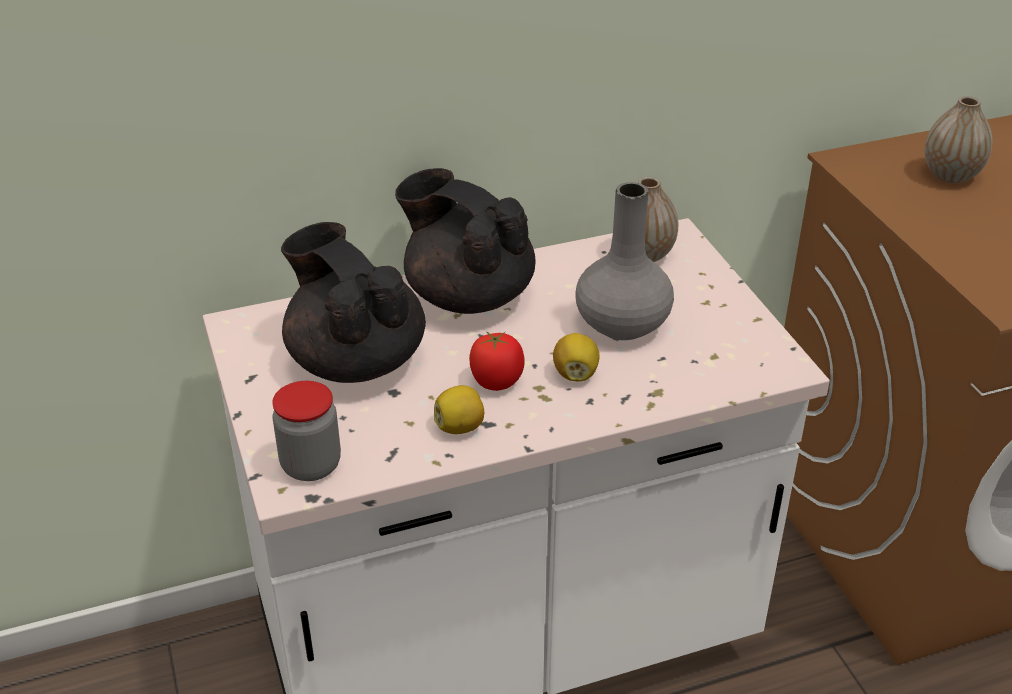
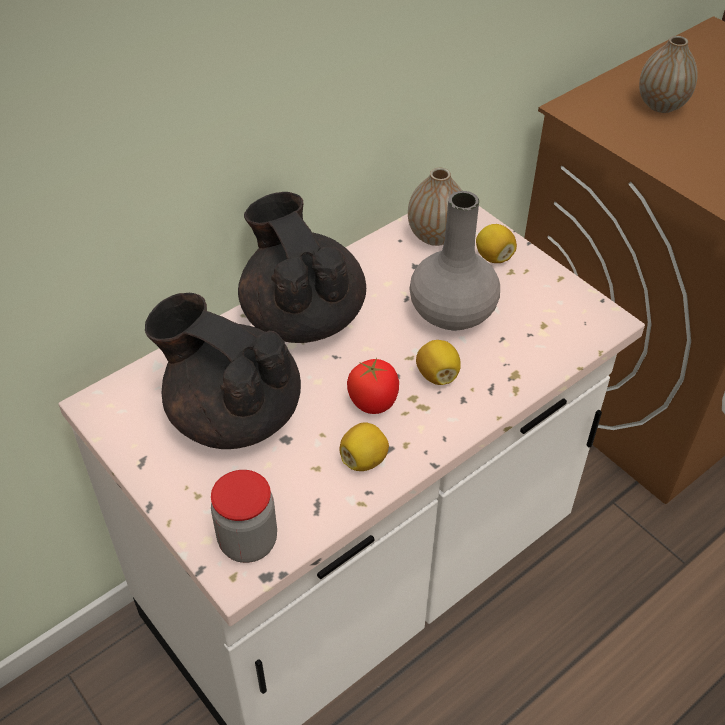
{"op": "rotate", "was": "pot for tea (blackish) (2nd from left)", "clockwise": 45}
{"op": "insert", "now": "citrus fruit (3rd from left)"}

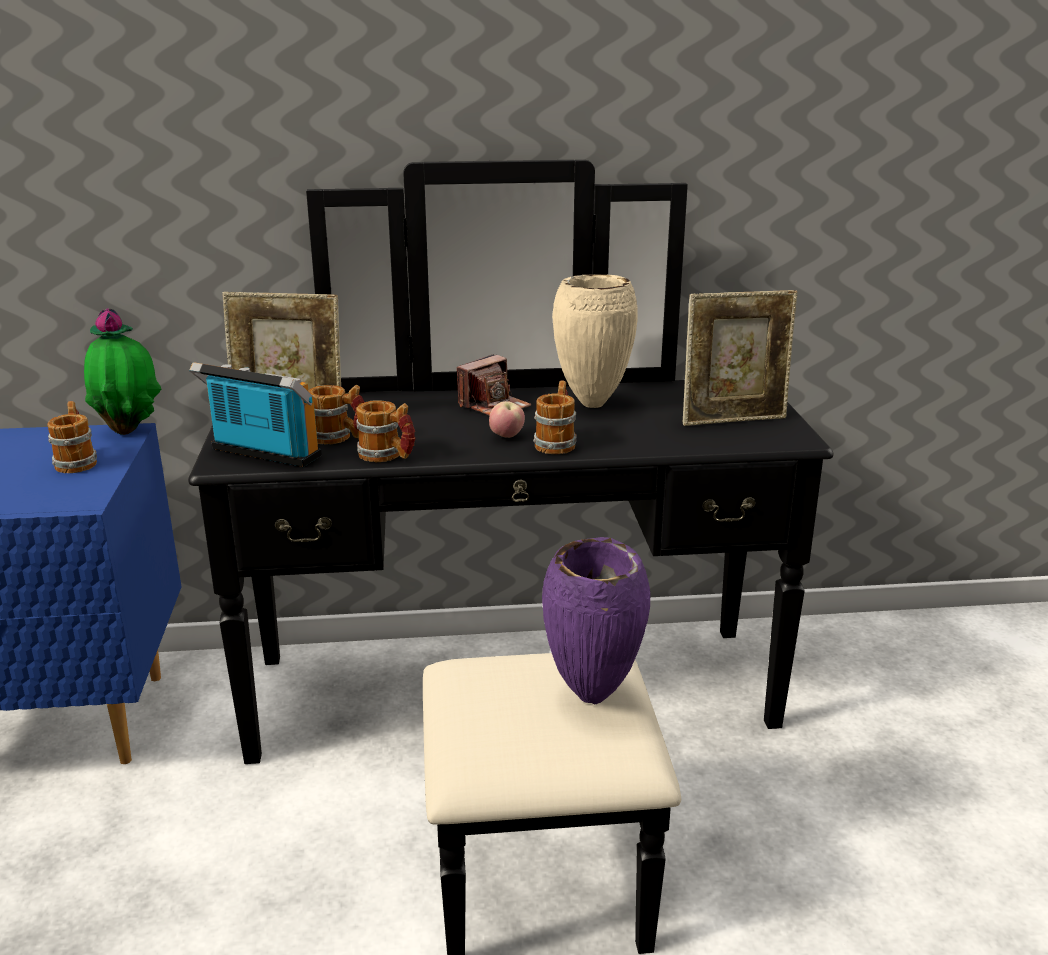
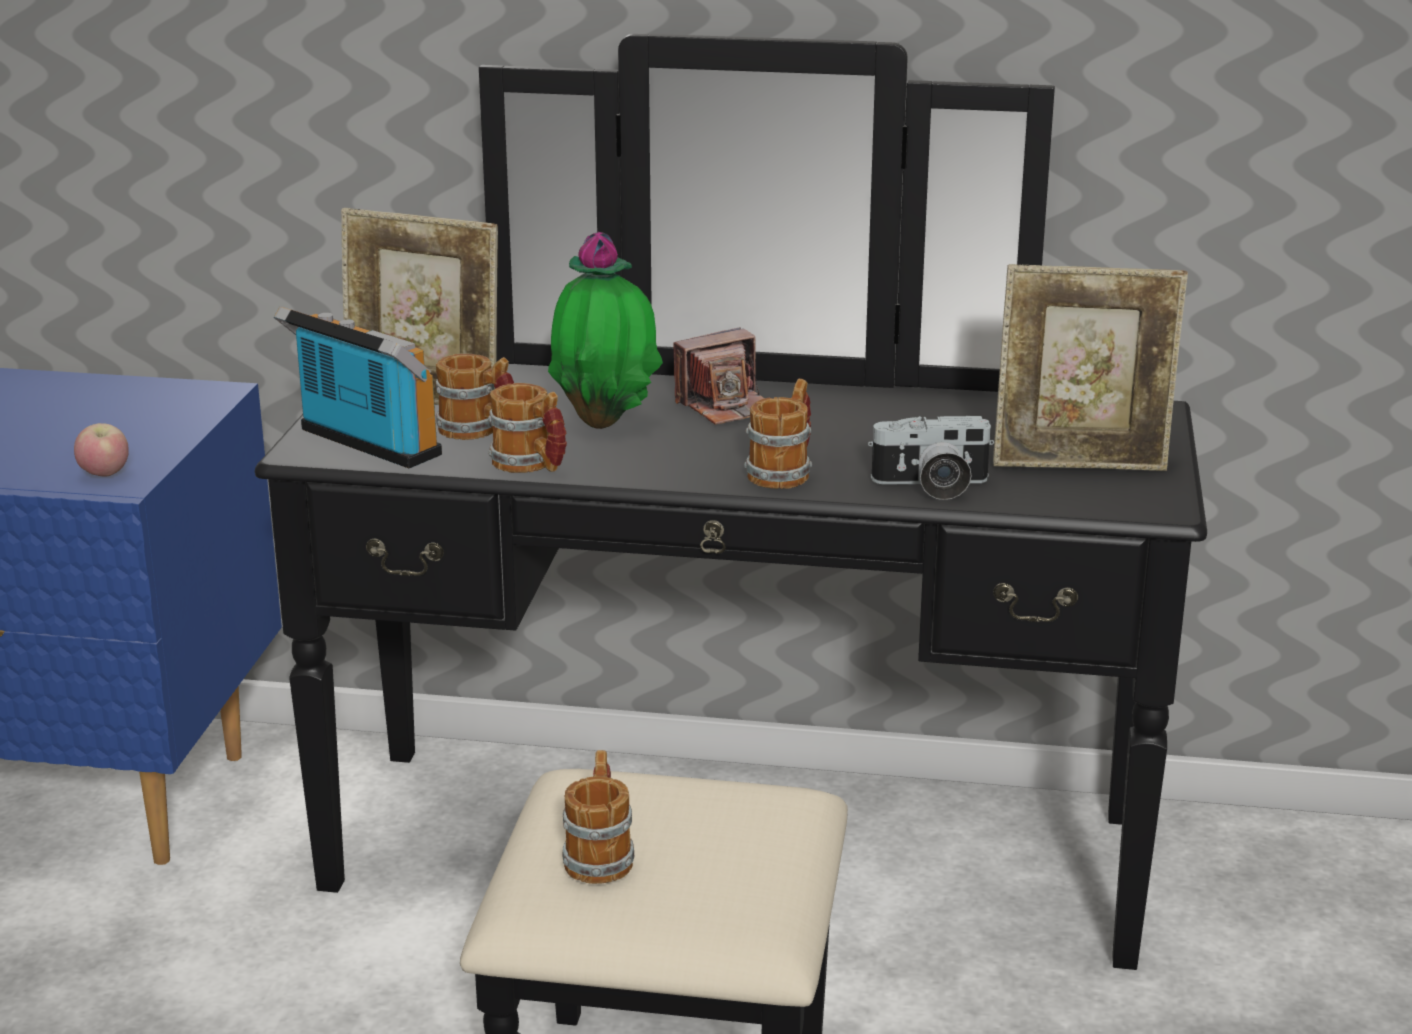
{"op": "move", "was": "coffee mug (1st from left in the first image)", "now": "coffee mug (3rd from left)"}
{"op": "move", "was": "plant in a pot"}
{"op": "move", "was": "whole apple"}
{"op": "delete", "was": "flower vase (purple-coloured)"}
{"op": "delete", "was": "flower vase (beige-coloured)"}
{"op": "insert", "now": "photo camera (2nd from left)"}

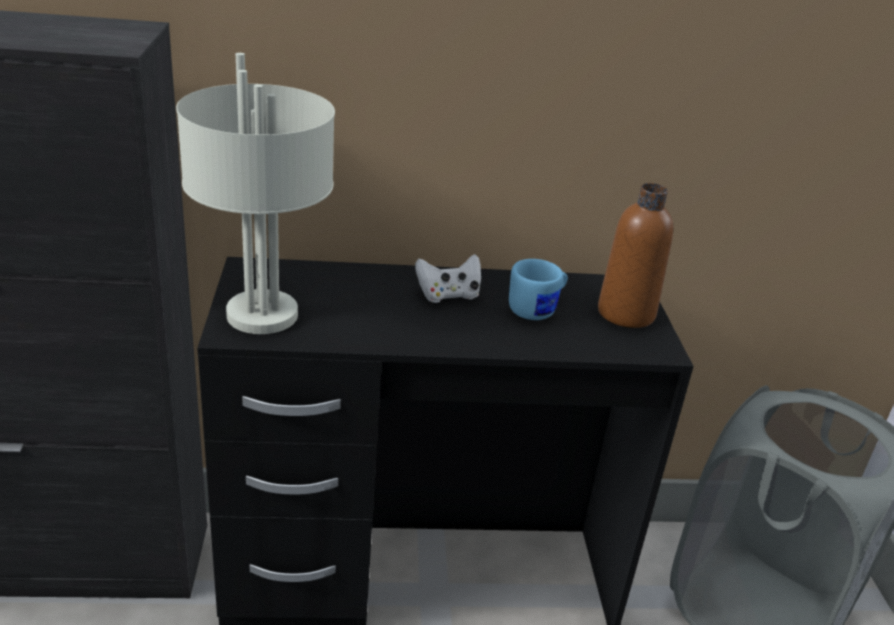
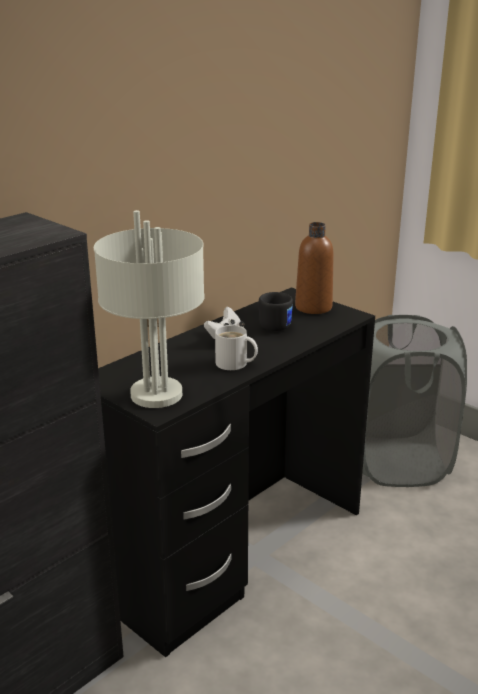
{"op": "recolor", "was": "coffee mug (blue-coloured)", "now": "coffee mug (blackish)"}
{"op": "insert", "now": "coffee mug (white-coloured)"}

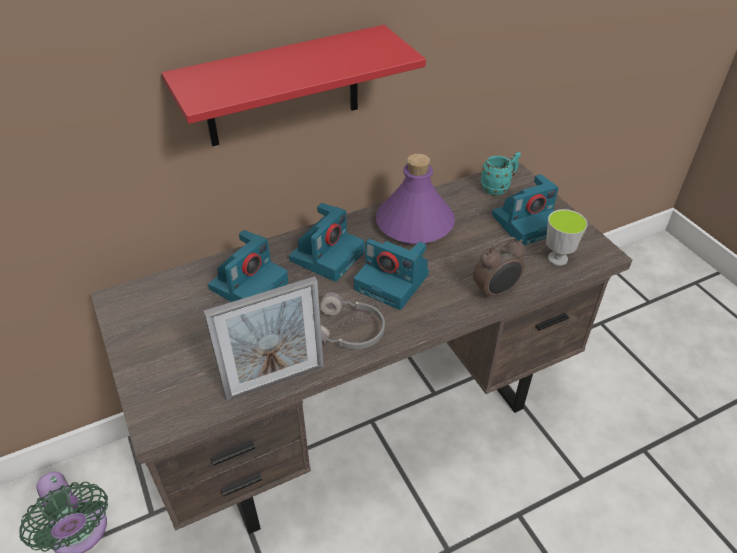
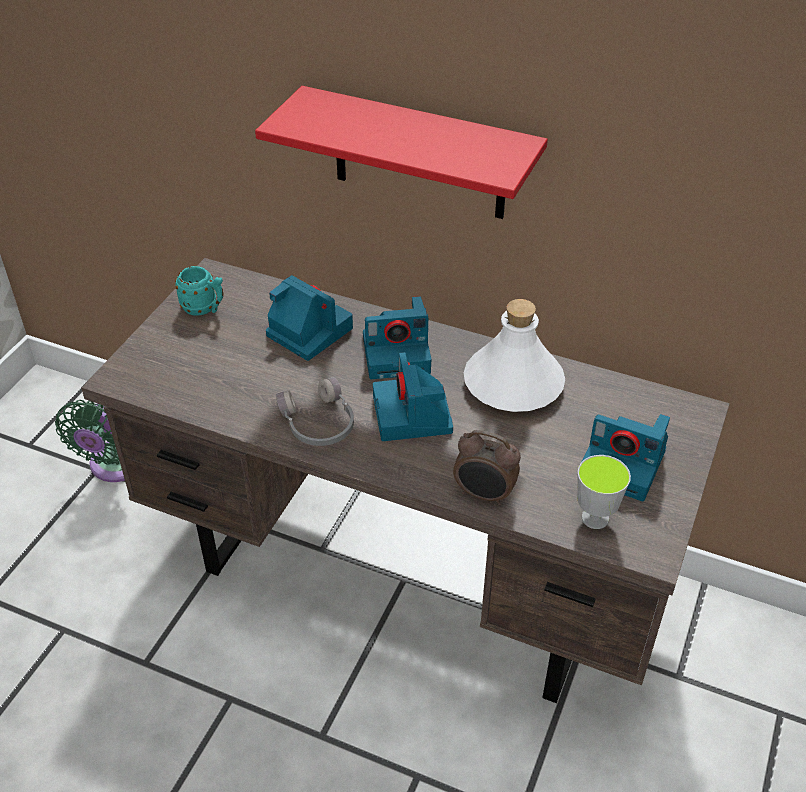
{"op": "delete", "was": "picture frame"}
{"op": "rotate", "was": "photo camera (1st from left)", "clockwise": -135}
{"op": "recolor", "was": "bottle (purple-coloured)", "now": "bottle (white-coloured)"}
{"op": "move", "was": "coffee mug (blue-green)"}

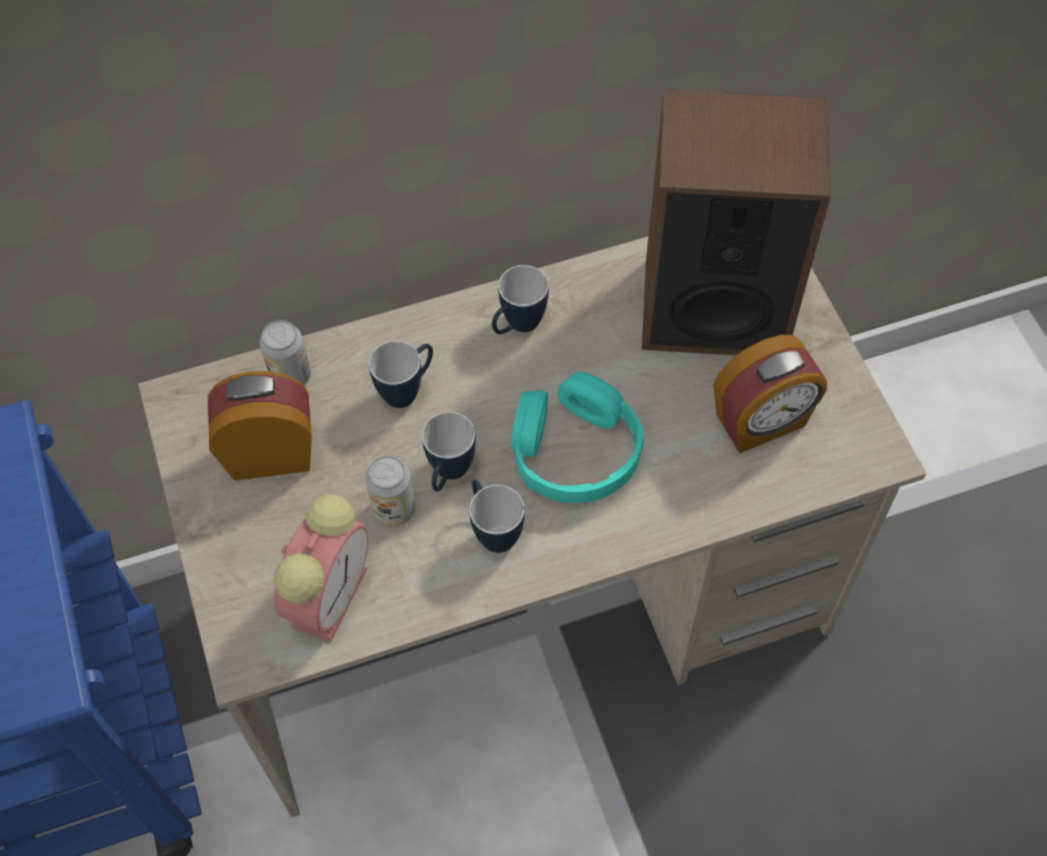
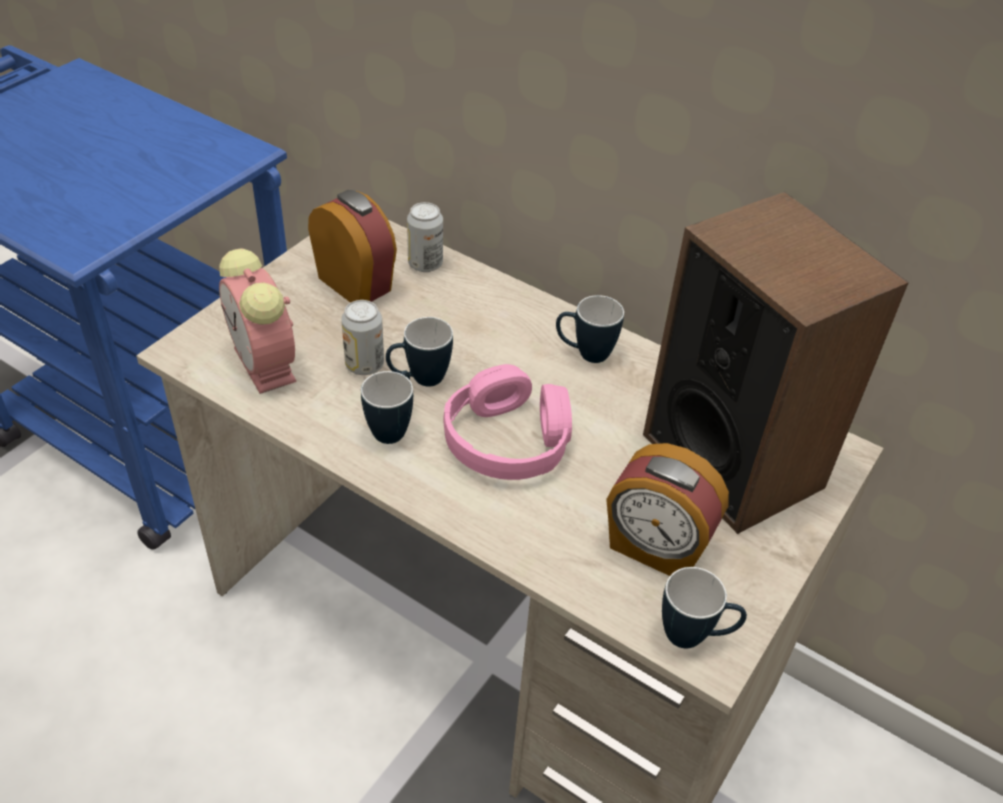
{"op": "rotate", "was": "bedside clock (2nd from left in the first image)", "clockwise": 75}
{"op": "move", "was": "coffee mug (1st from left in the first image)", "now": "coffee mug (4th from left)"}
{"op": "recolor", "was": "headphones (blue-green)", "now": "headphones (pink-coloured)"}

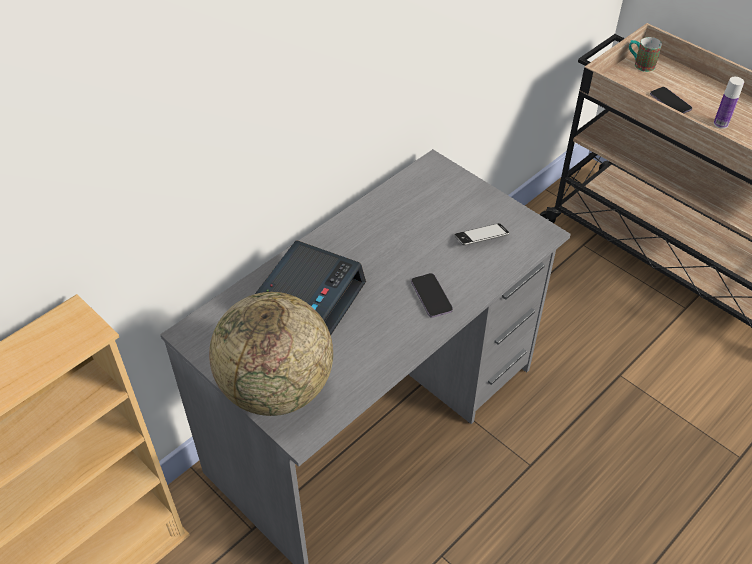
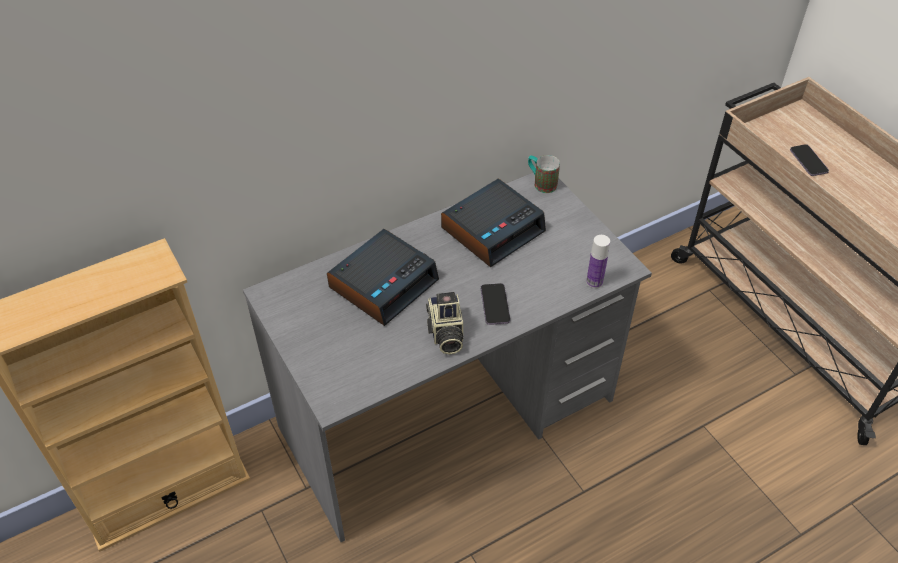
{"op": "delete", "was": "globe"}
{"op": "delete", "was": "phone (2nd from left)"}
{"op": "move", "was": "coffee mug"}
{"op": "move", "was": "bottle"}
{"op": "insert", "now": "photo camera"}
{"op": "insert", "now": "bedside clock (2nd from left)"}

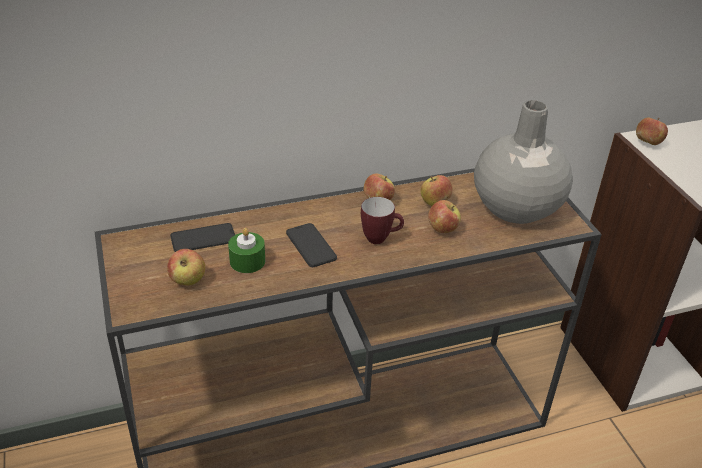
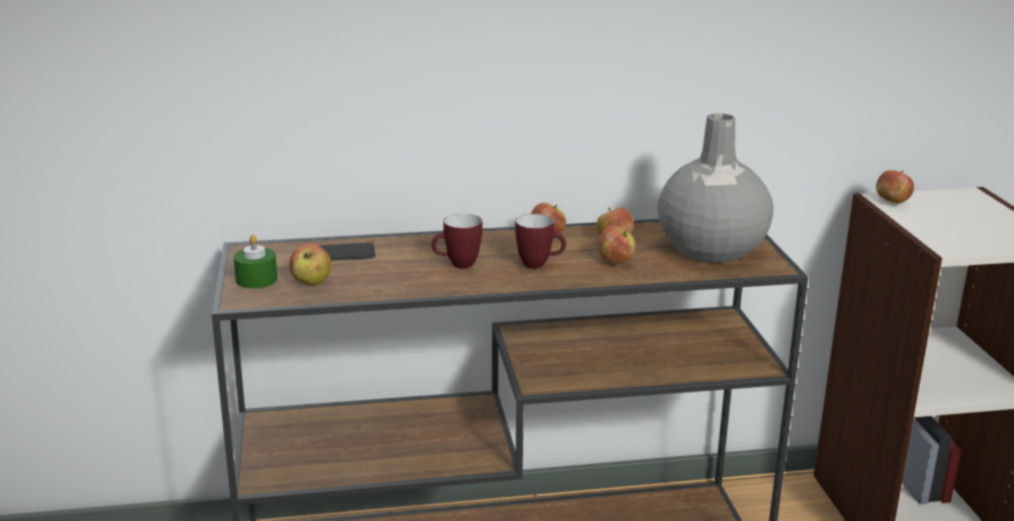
{"op": "move", "was": "candle (greenish)"}
{"op": "replace", "was": "phone (2nd from left)", "now": "coffee mug (1st from left)"}

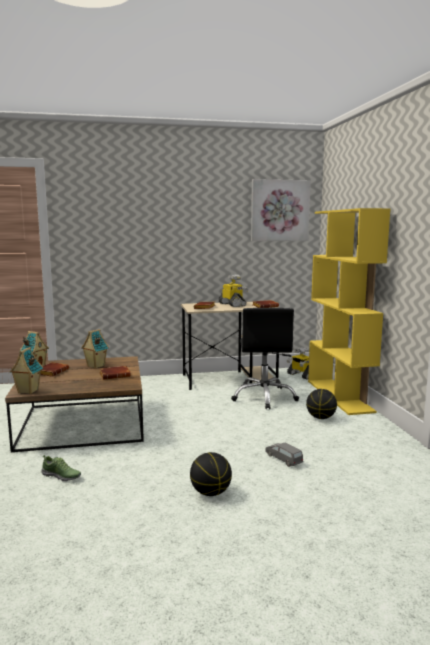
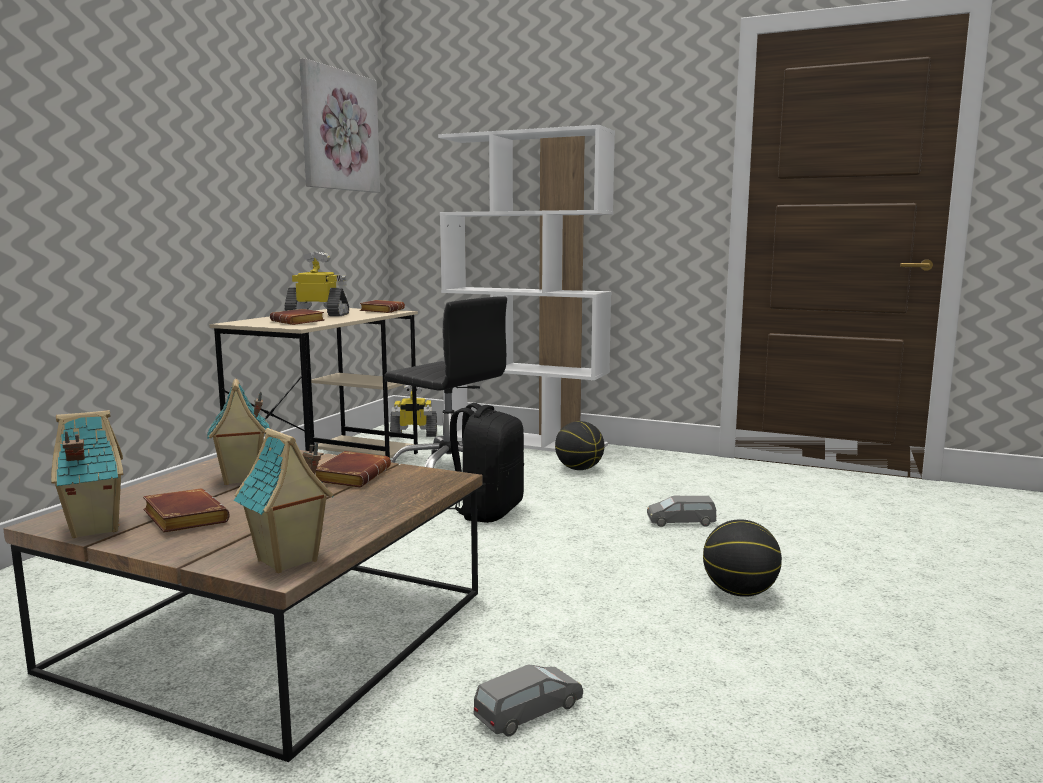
{"op": "replace", "was": "low shoe", "now": "model car (grey) (1st from left)"}
{"op": "recolor", "was": "bookshelf (yellowish)", "now": "bookshelf (white-coloured)"}
{"op": "insert", "now": "knapsack (blackish)"}

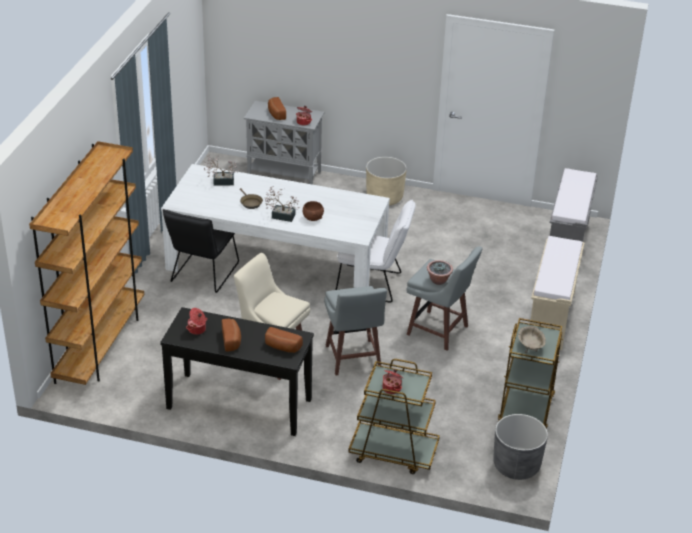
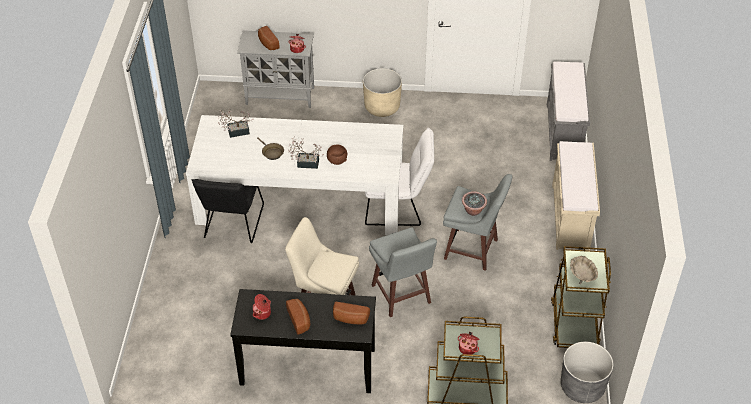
{"op": "delete", "was": "bookshelf (brownish)"}

